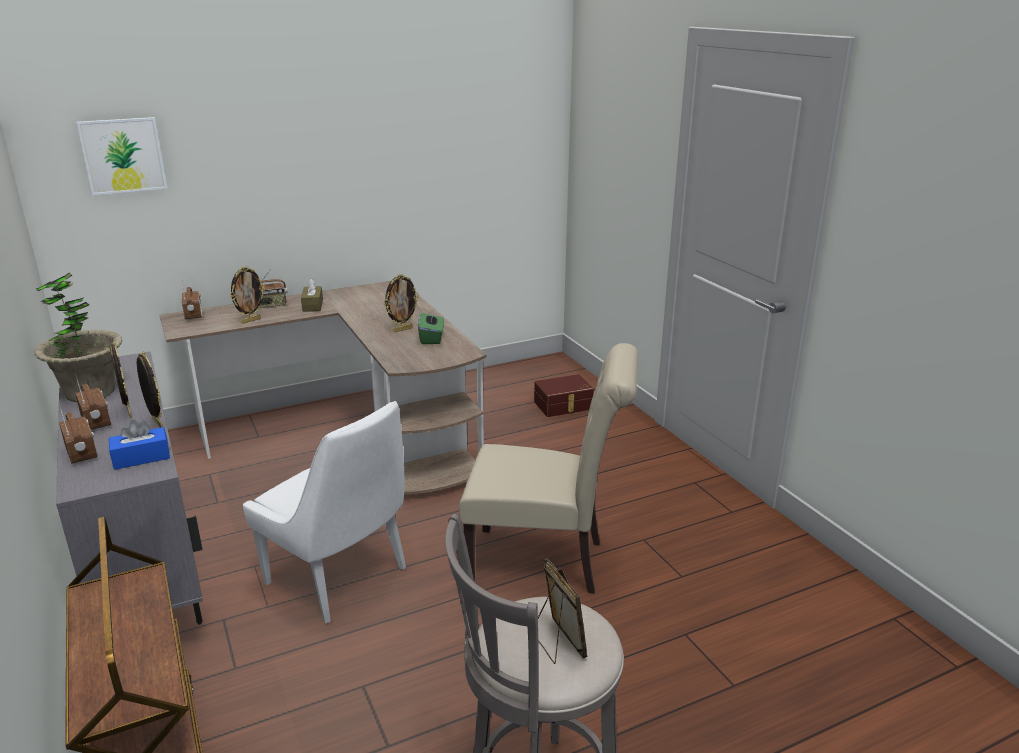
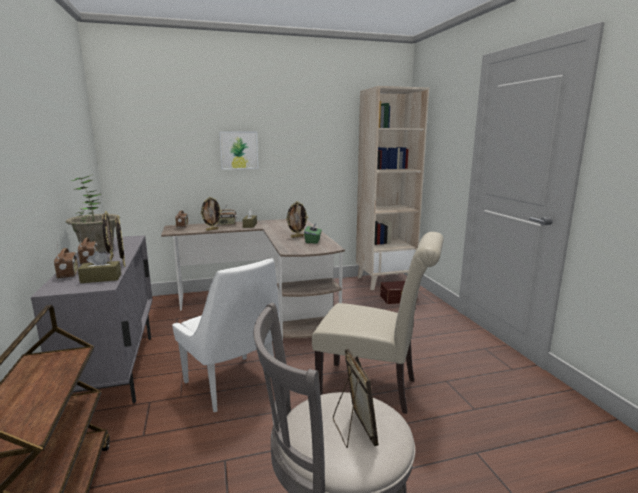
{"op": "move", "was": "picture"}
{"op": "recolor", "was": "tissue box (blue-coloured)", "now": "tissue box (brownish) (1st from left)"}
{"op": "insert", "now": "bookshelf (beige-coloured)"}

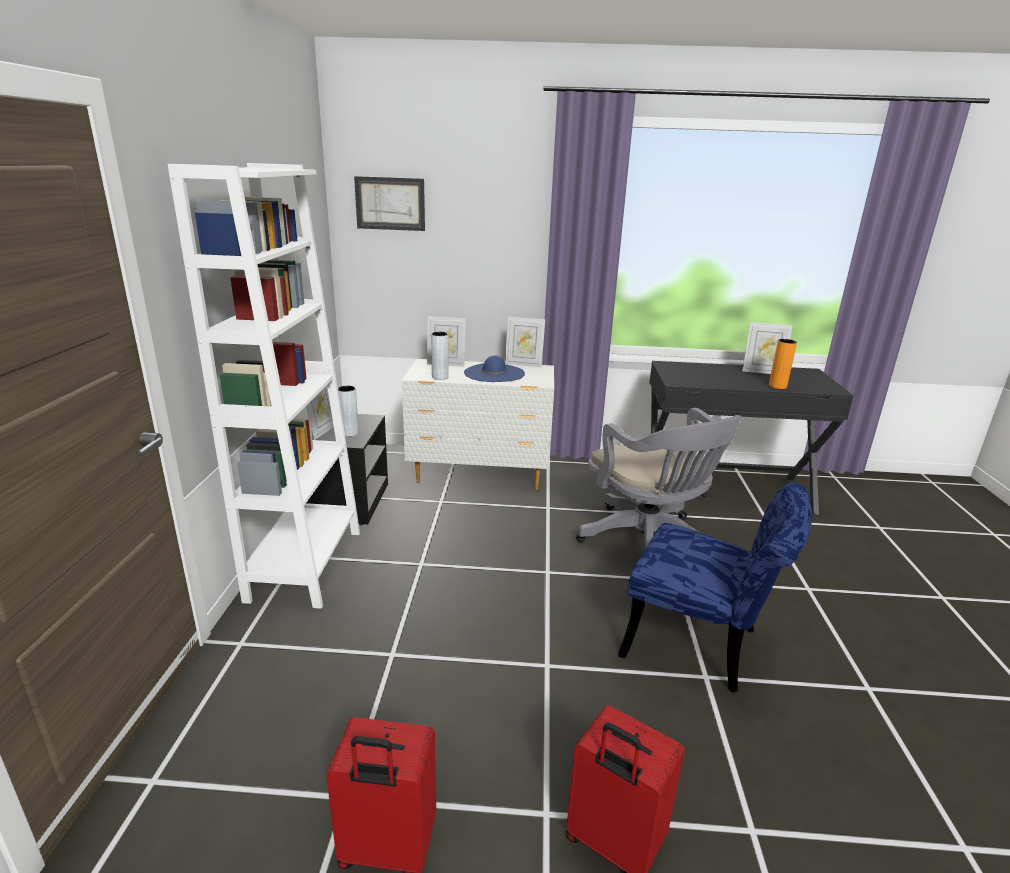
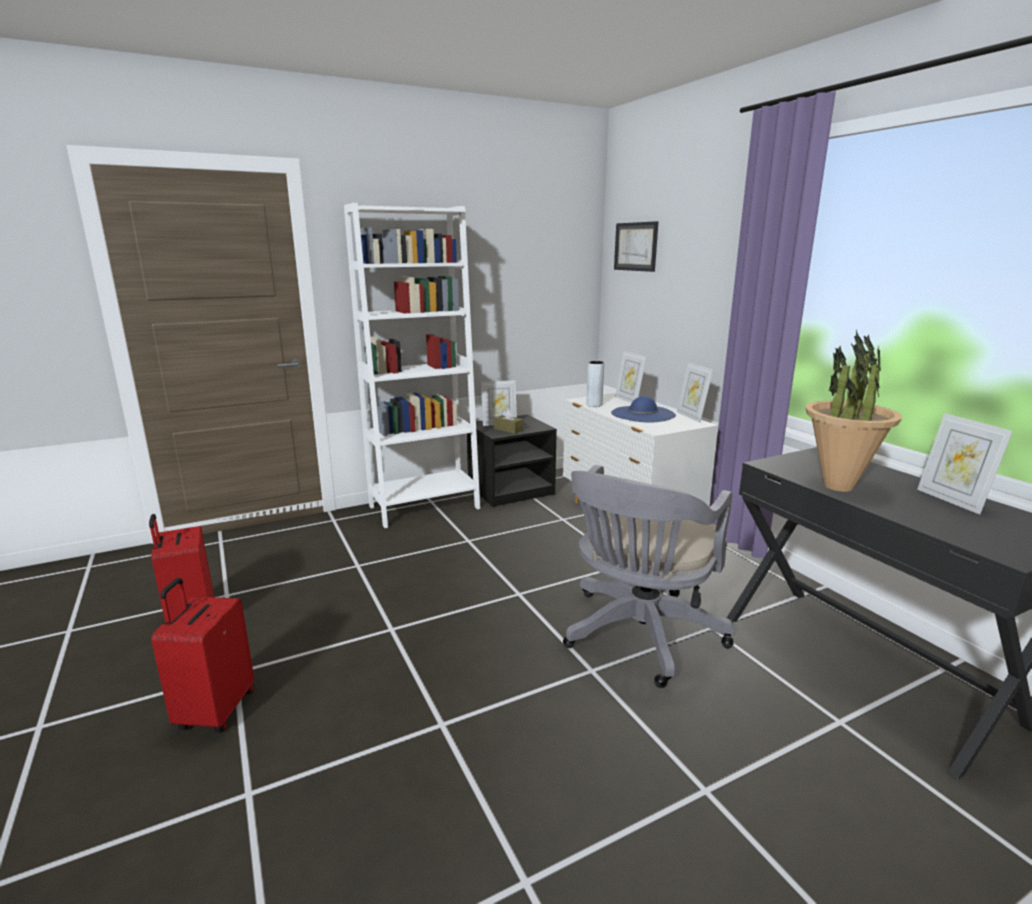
{"op": "replace", "was": "flower vase (grey) (1st from left)", "now": "tissue box (brownish)"}
{"op": "delete", "was": "plain chair (blue-coloured)"}
{"op": "delete", "was": "flower vase (orangey)"}
{"op": "insert", "now": "plant in a pot"}

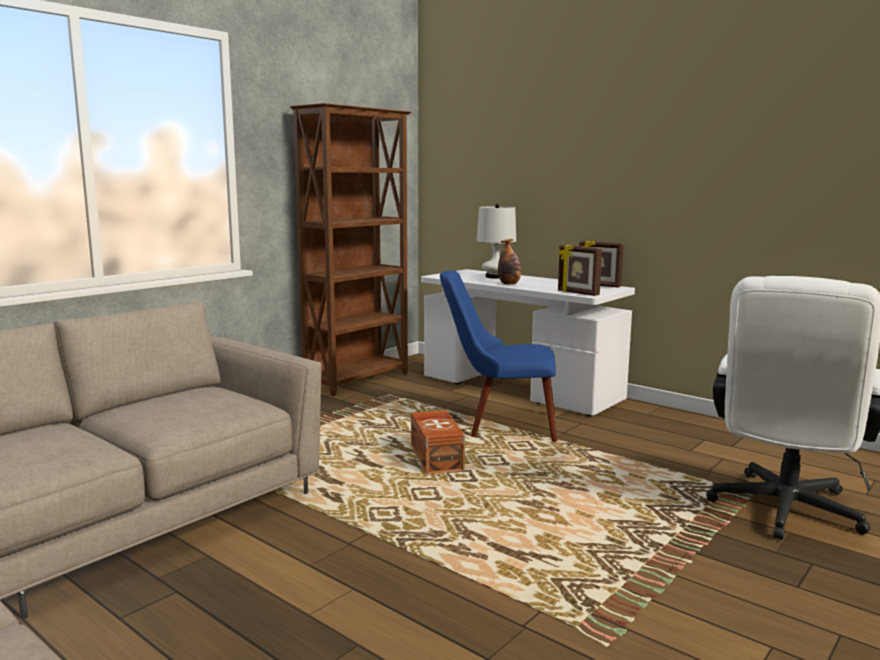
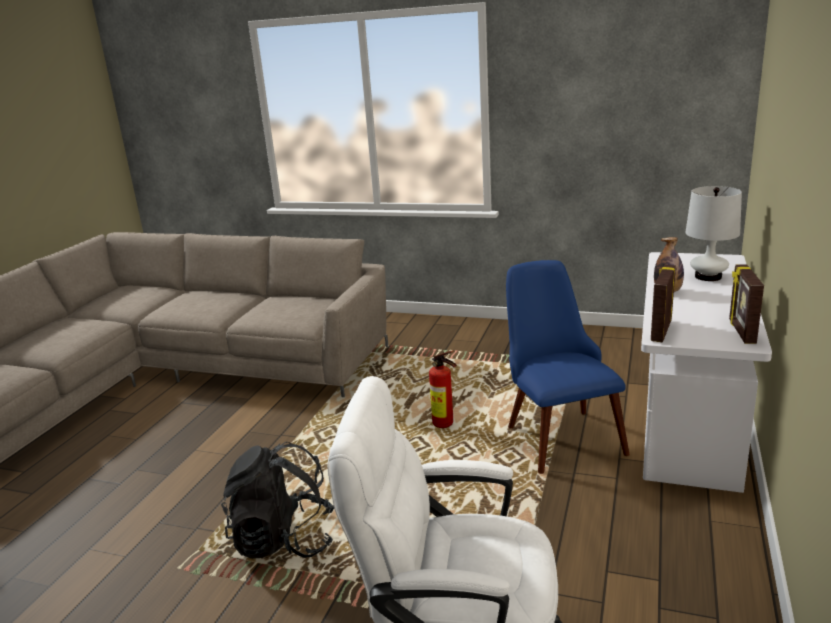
{"op": "delete", "was": "bookshelf (brownish)"}
{"op": "replace", "was": "storage container (brownish)", "now": "fire extinguisher"}
{"op": "insert", "now": "knapsack (blackish)"}

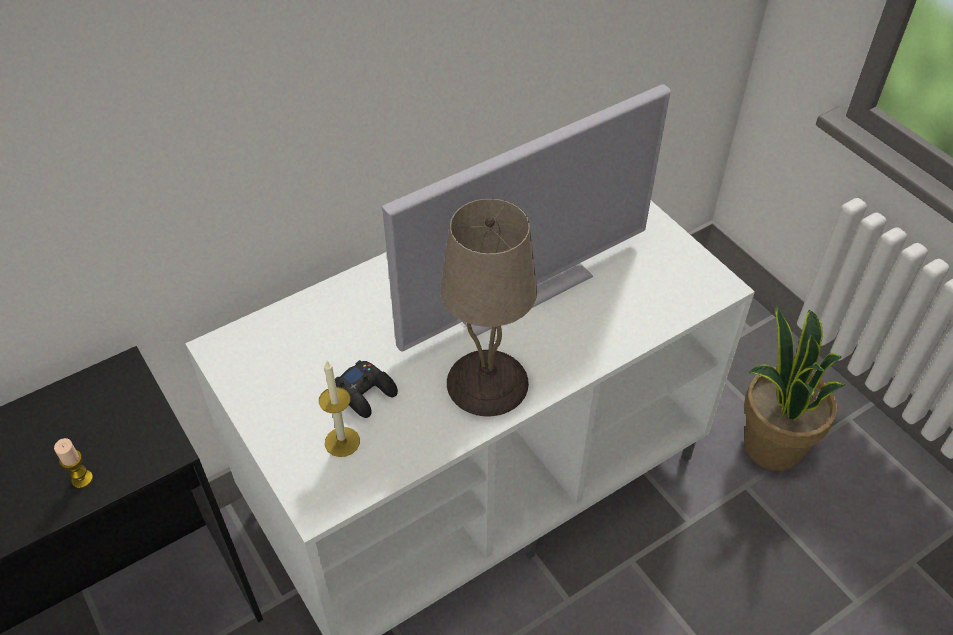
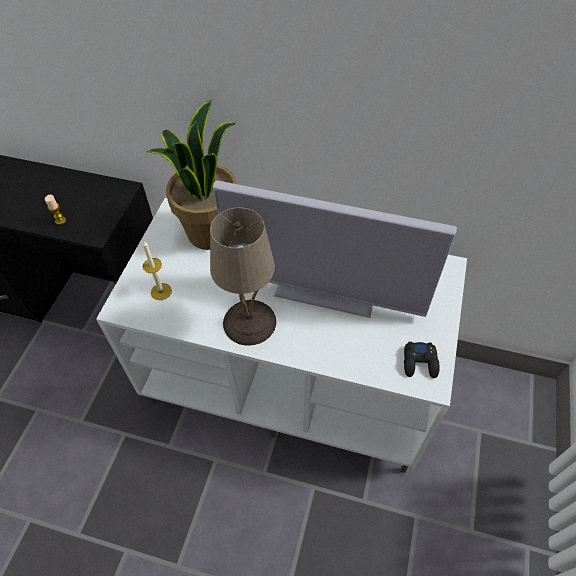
{"op": "move", "was": "gamepad (blackish)"}
{"op": "move", "was": "plant in a pot"}

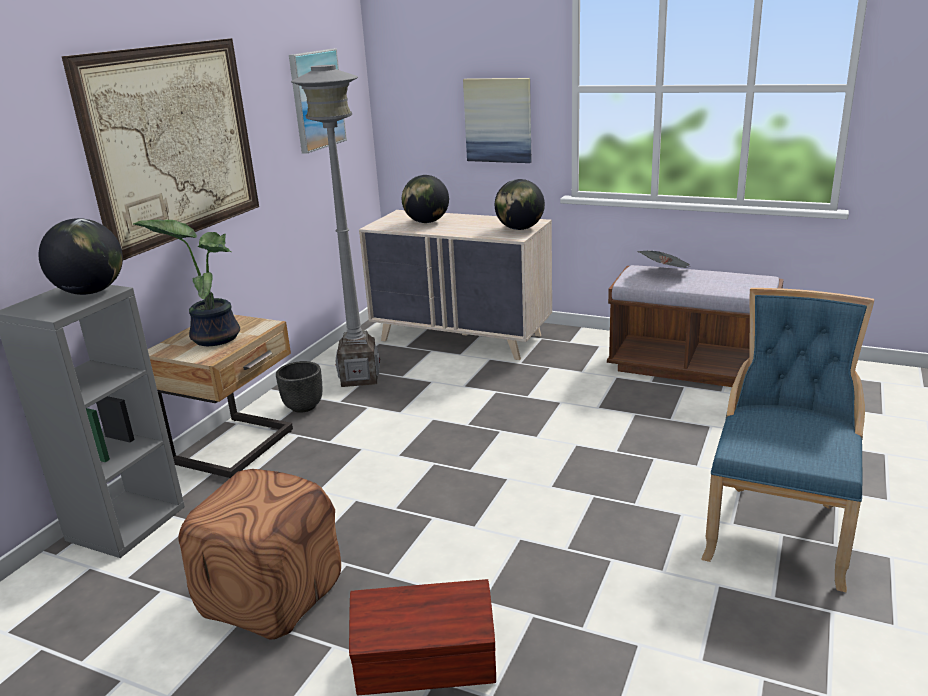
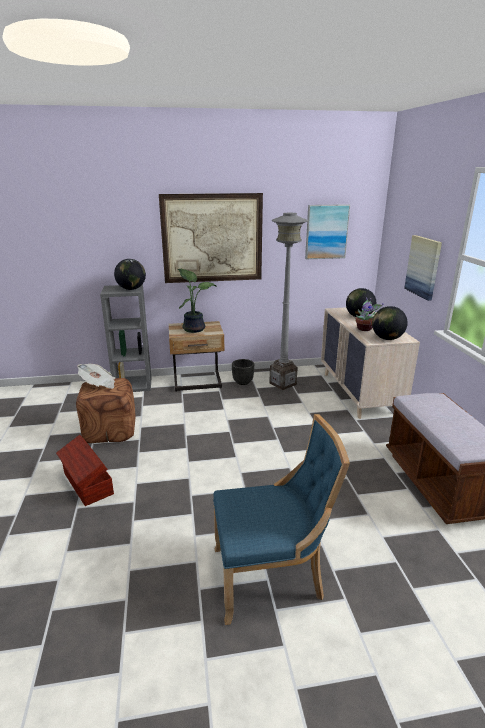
{"op": "move", "was": "printed paper"}
{"op": "insert", "now": "plant in a pot (2nd from left)"}

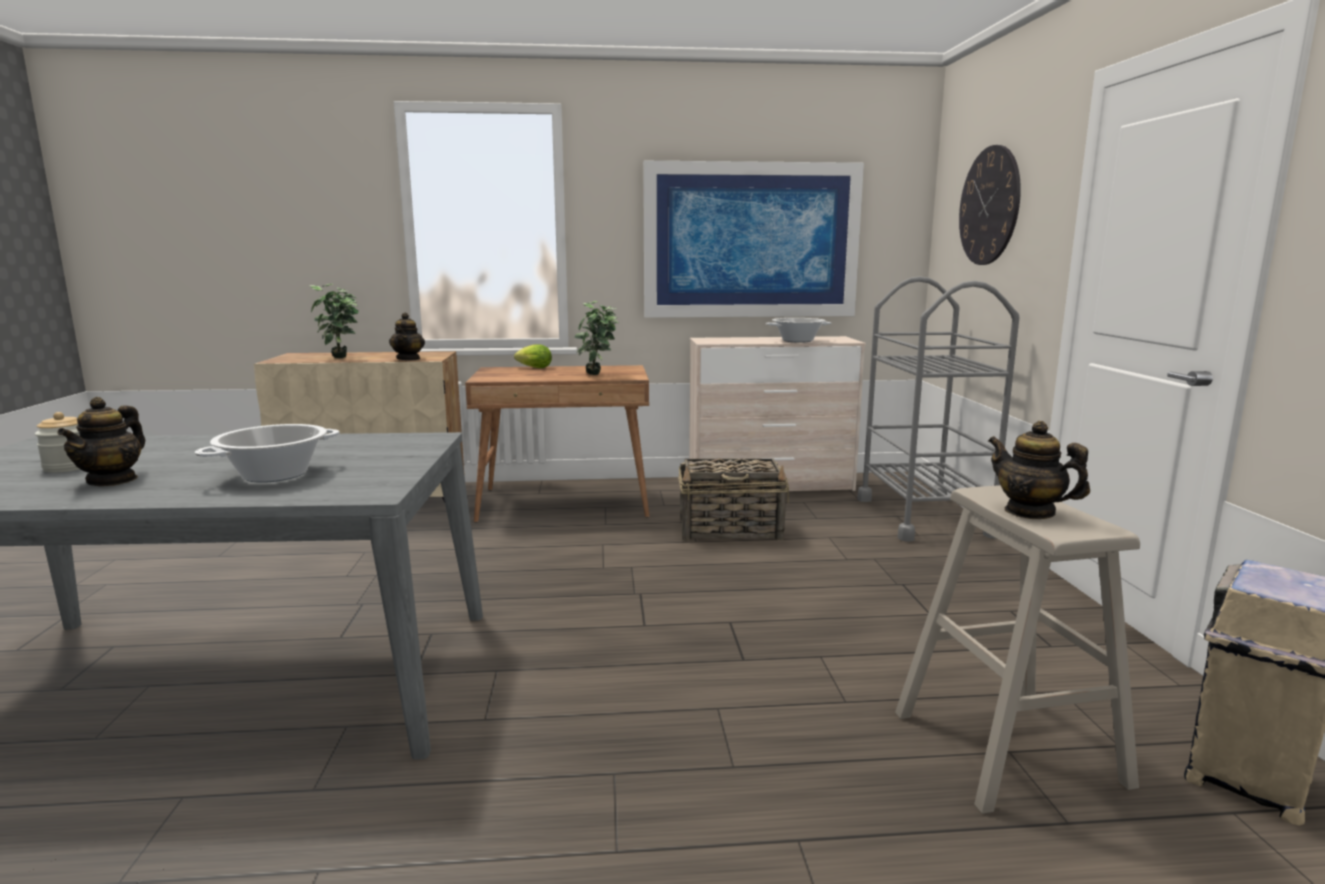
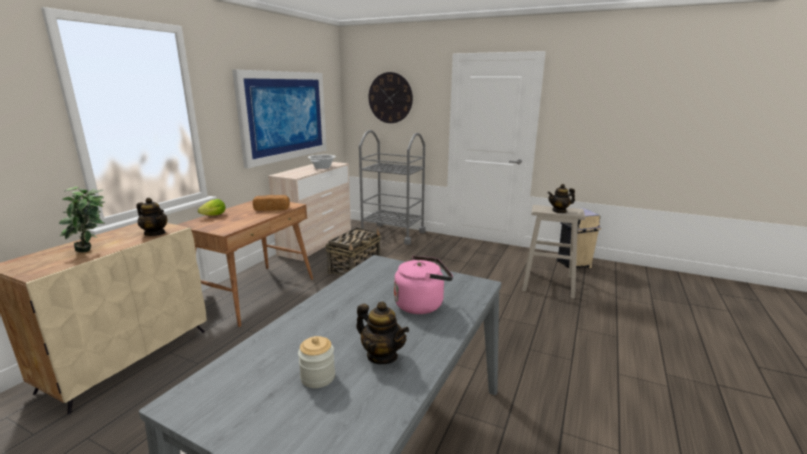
{"op": "replace", "was": "stockpot (1st from left)", "now": "water kettle (pink-coloured)"}
{"op": "replace", "was": "plant in a pot (2nd from left)", "now": "bakery bread"}

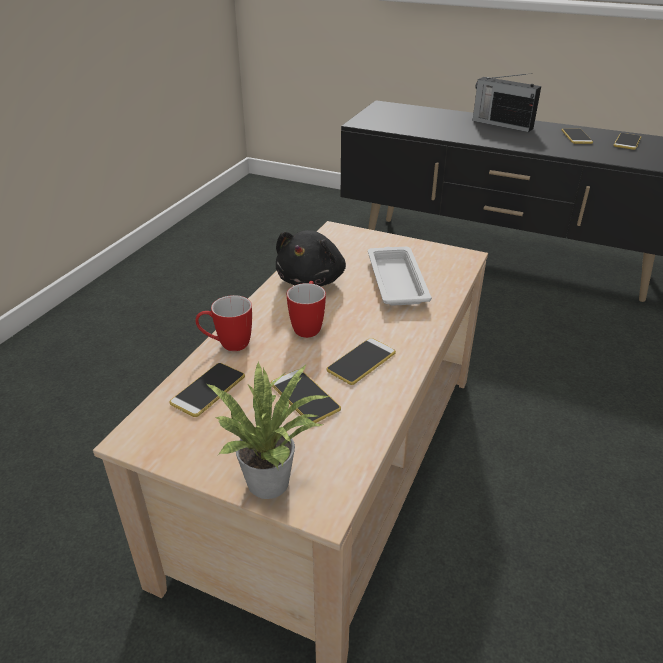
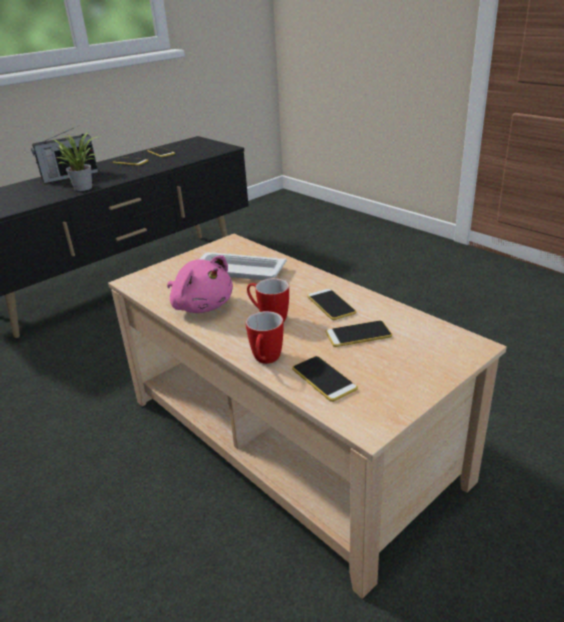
{"op": "move", "was": "plant in a pot"}
{"op": "recolor", "was": "cuddly toy (blackish)", "now": "cuddly toy (pink-coloured)"}

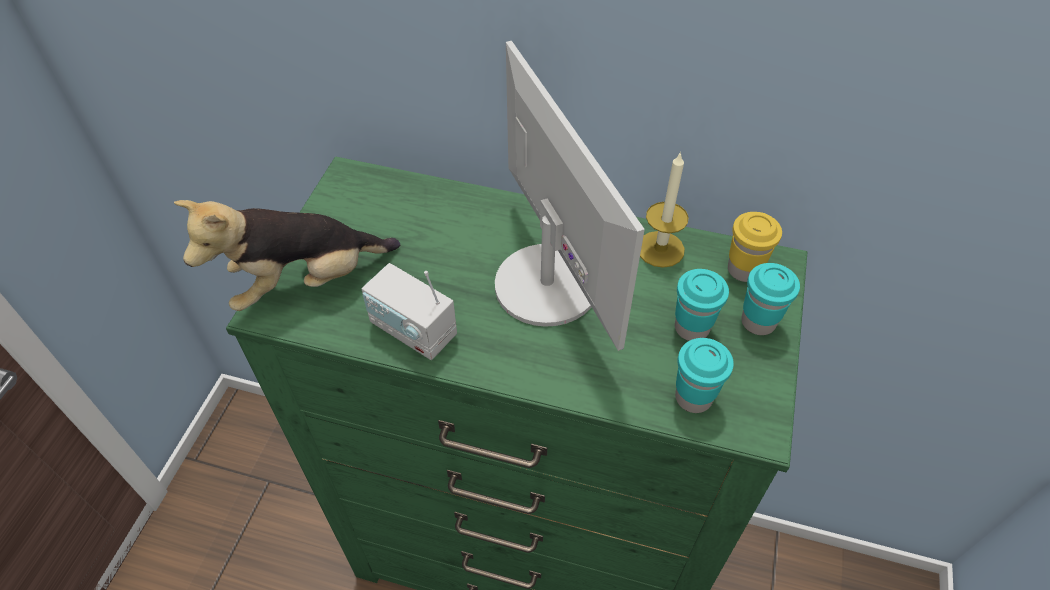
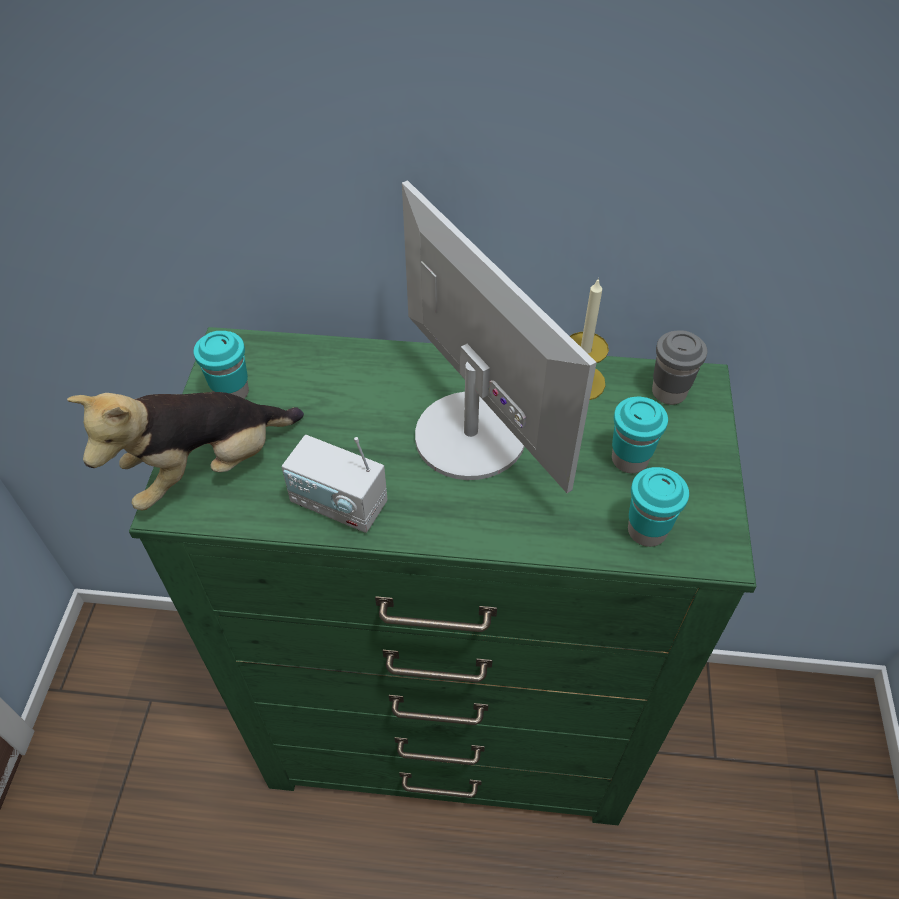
{"op": "recolor", "was": "drinking cup (yellowish)", "now": "drinking cup (grey)"}
{"op": "move", "was": "drinking cup (blue-green) (3rd from left in the first image)", "now": "drinking cup (blue-green) (1st from left)"}

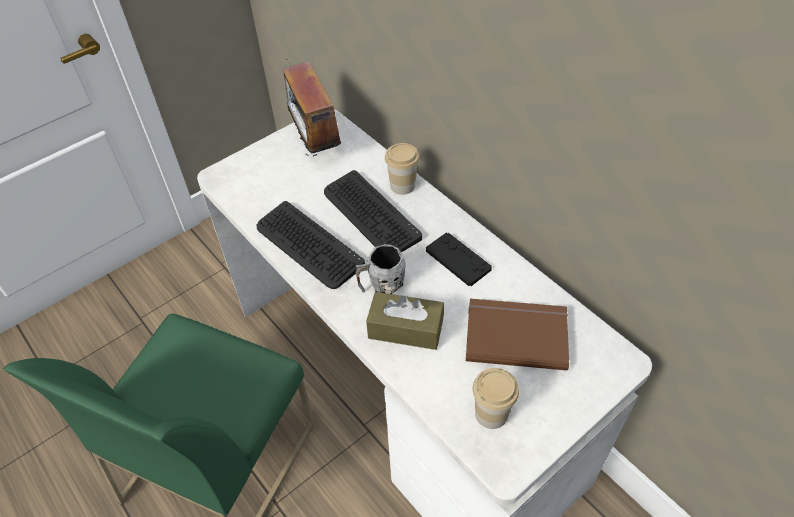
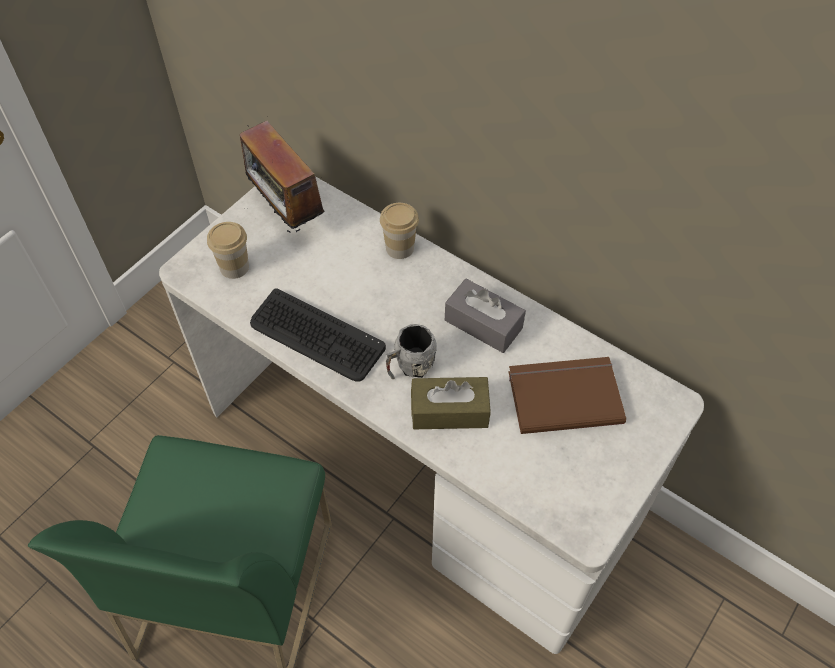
{"op": "delete", "was": "keyboard (2nd from left)"}
{"op": "replace", "was": "gamepad (blackish)", "now": "tissue box (grey)"}
{"op": "move", "was": "drinking cup (2nd from left in the first image)", "now": "drinking cup (1st from left)"}

